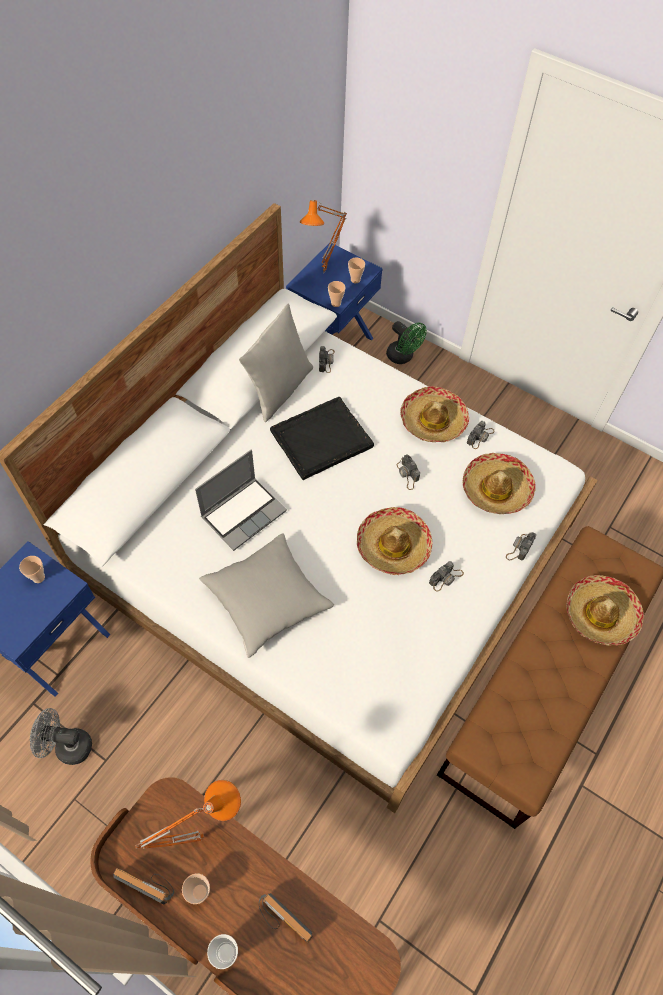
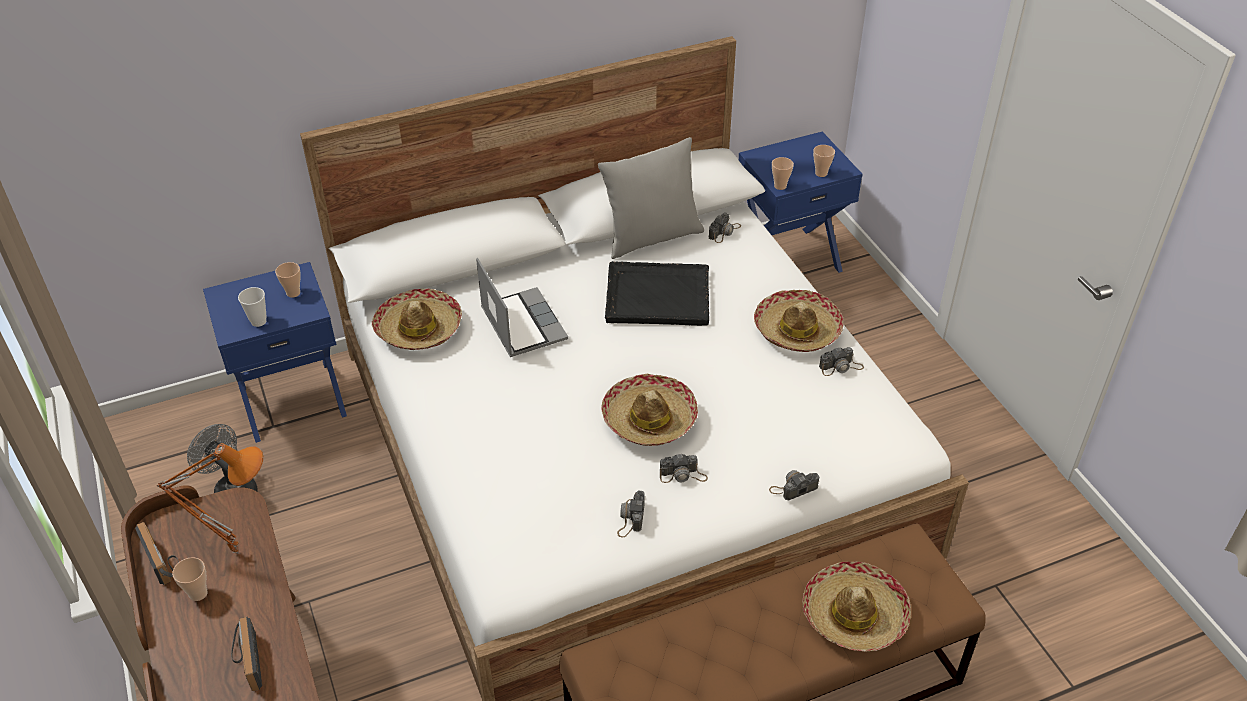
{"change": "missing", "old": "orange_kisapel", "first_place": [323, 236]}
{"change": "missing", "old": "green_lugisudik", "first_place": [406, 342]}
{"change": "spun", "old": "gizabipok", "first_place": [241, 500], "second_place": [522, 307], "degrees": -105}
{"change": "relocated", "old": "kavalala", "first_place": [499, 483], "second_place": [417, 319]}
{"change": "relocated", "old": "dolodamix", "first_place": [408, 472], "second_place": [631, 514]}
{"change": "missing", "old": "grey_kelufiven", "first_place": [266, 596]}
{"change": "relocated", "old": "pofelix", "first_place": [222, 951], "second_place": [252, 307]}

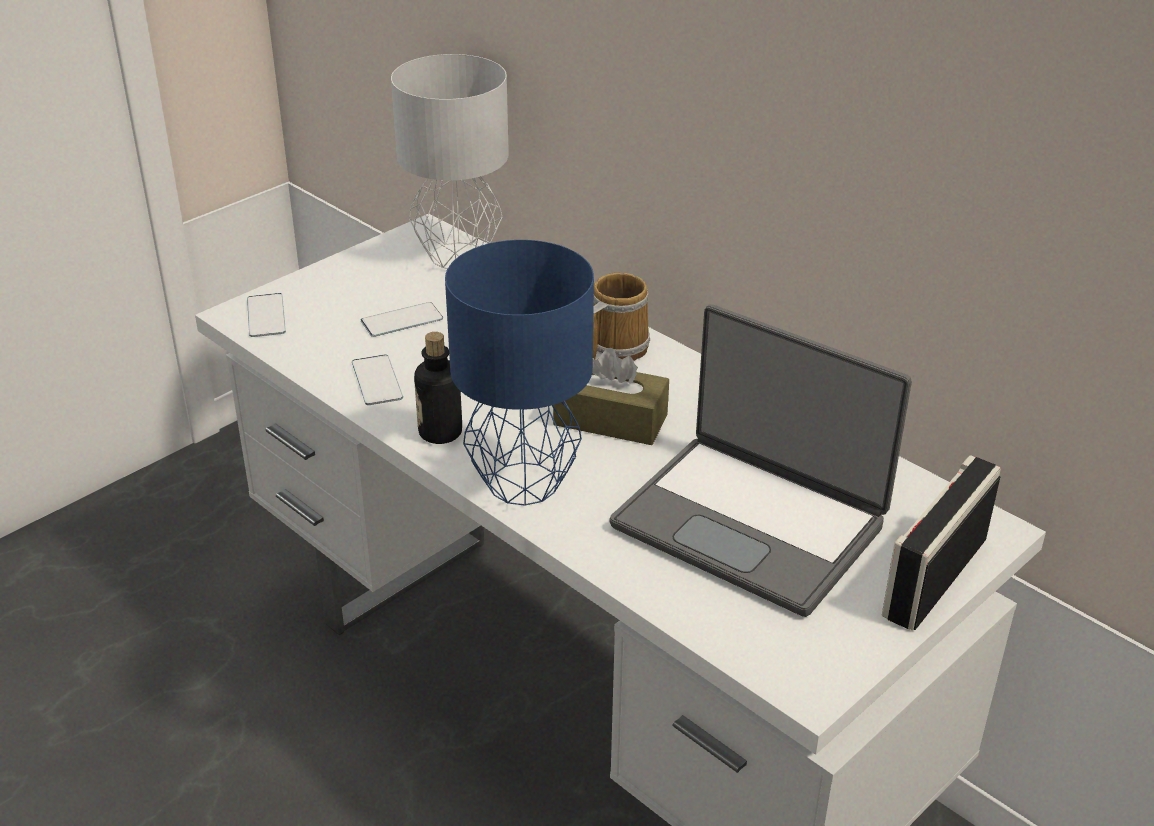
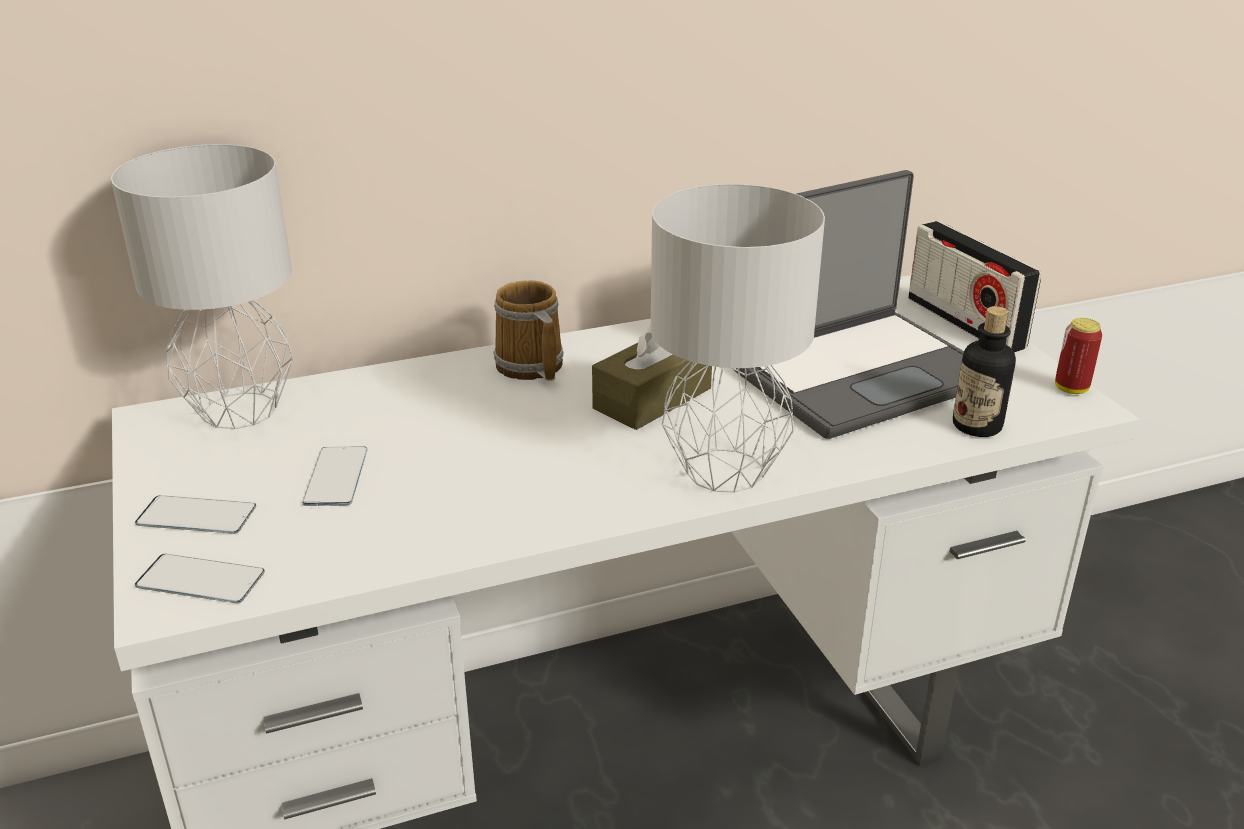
{"change": "colour", "old": "blue_kisapel", "new": "grey_kisapel", "first_place": [519, 373], "second_place": [738, 338]}
{"change": "relocated", "old": "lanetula", "first_place": [438, 388], "second_place": [984, 371]}
{"change": "relocated", "old": "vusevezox", "first_place": [377, 380], "second_place": [195, 514]}
{"change": "appeared", "new": "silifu", "second_place": [1078, 356]}

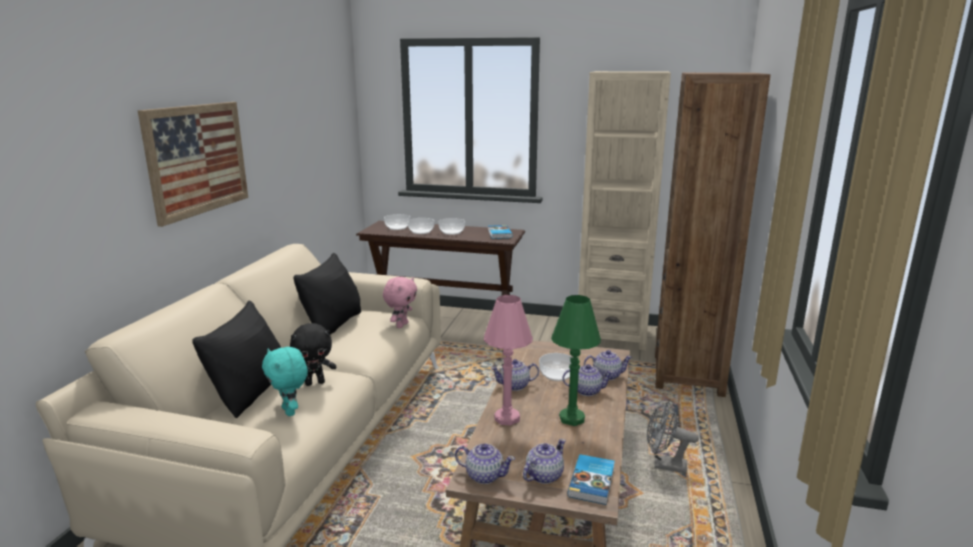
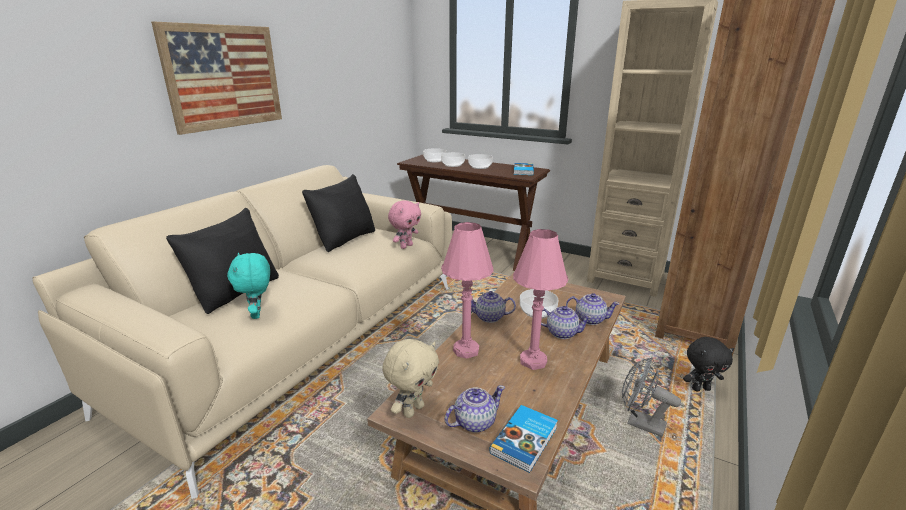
{"change": "colour", "old": "green_kisapel", "new": "pink_kisapel", "first_place": [576, 360], "second_place": [541, 299]}
{"change": "relocated", "old": "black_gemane", "first_place": [313, 354], "second_place": [708, 364]}
{"change": "exchanged", "old": "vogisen", "new": "beige_gemane", "first_place": [485, 463], "second_place": [410, 378]}

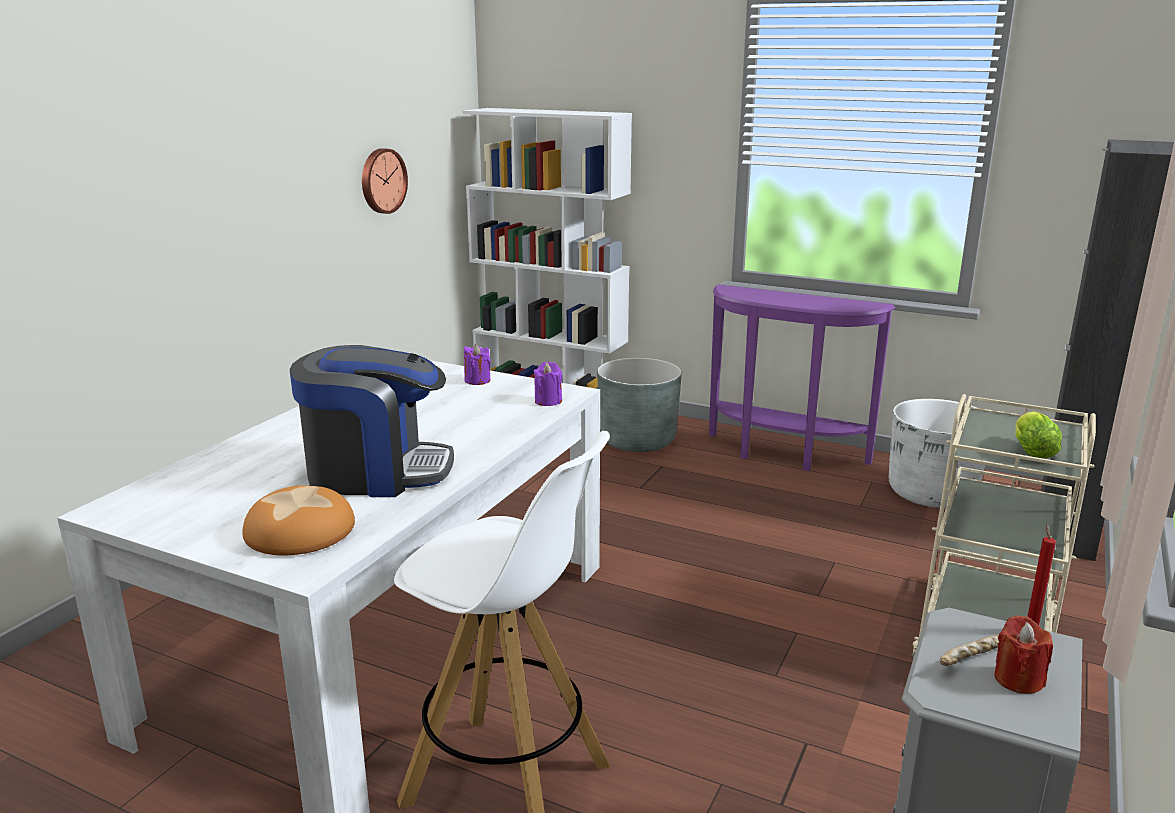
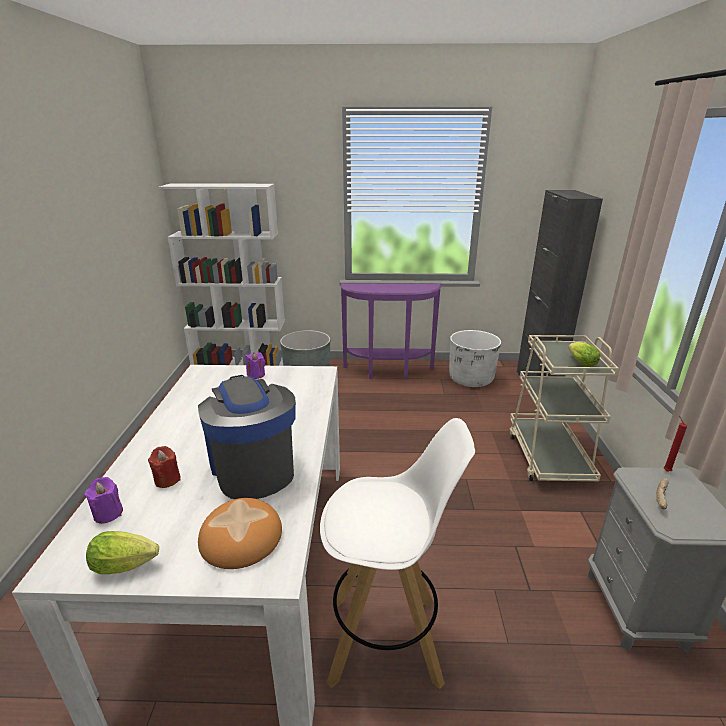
{"change": "missing", "old": "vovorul", "first_place": [385, 181]}
{"change": "spun", "old": "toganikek", "first_place": [371, 421], "second_place": [247, 437], "degrees": -90}
{"change": "relocated", "old": "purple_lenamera", "first_place": [548, 384], "second_place": [104, 500]}
{"change": "relocated", "old": "red_lenamera", "first_place": [1023, 654], "second_place": [164, 467]}
{"change": "appeared", "new": "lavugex", "second_place": [122, 552]}

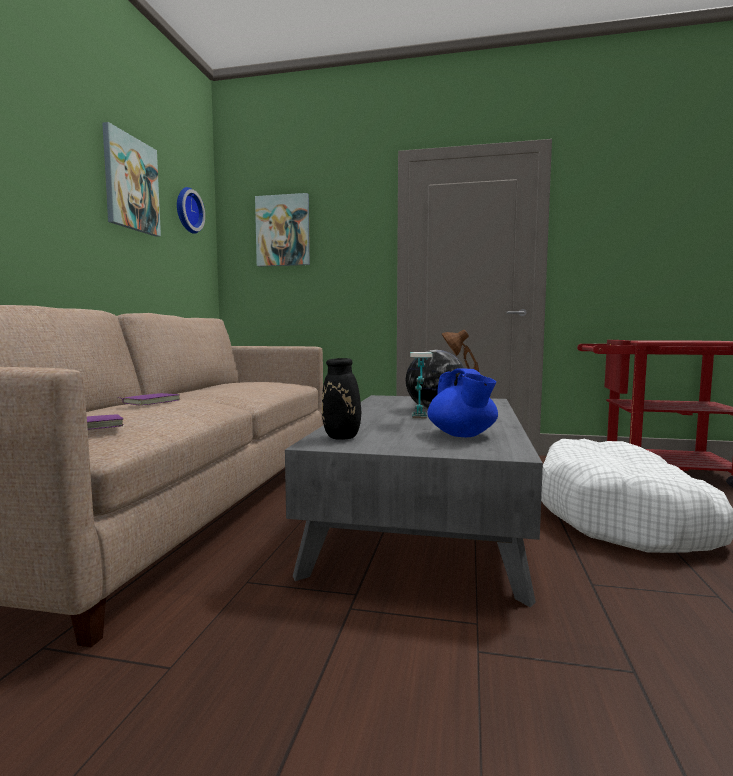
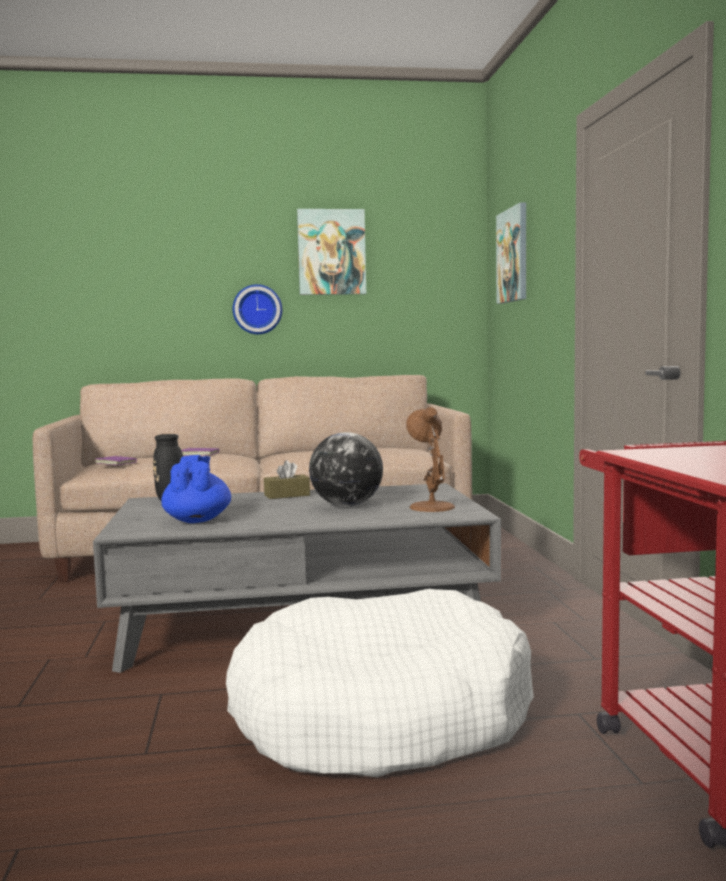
{"change": "relocated", "old": "vovorul", "first_place": [191, 210], "second_place": [257, 309]}
{"change": "missing", "old": "kisapel", "first_place": [421, 385]}
{"change": "spun", "old": "blue_vogisen", "first_place": [462, 403], "second_place": [196, 489], "degrees": 120}
{"change": "appeared", "new": "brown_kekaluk", "second_place": [287, 479]}

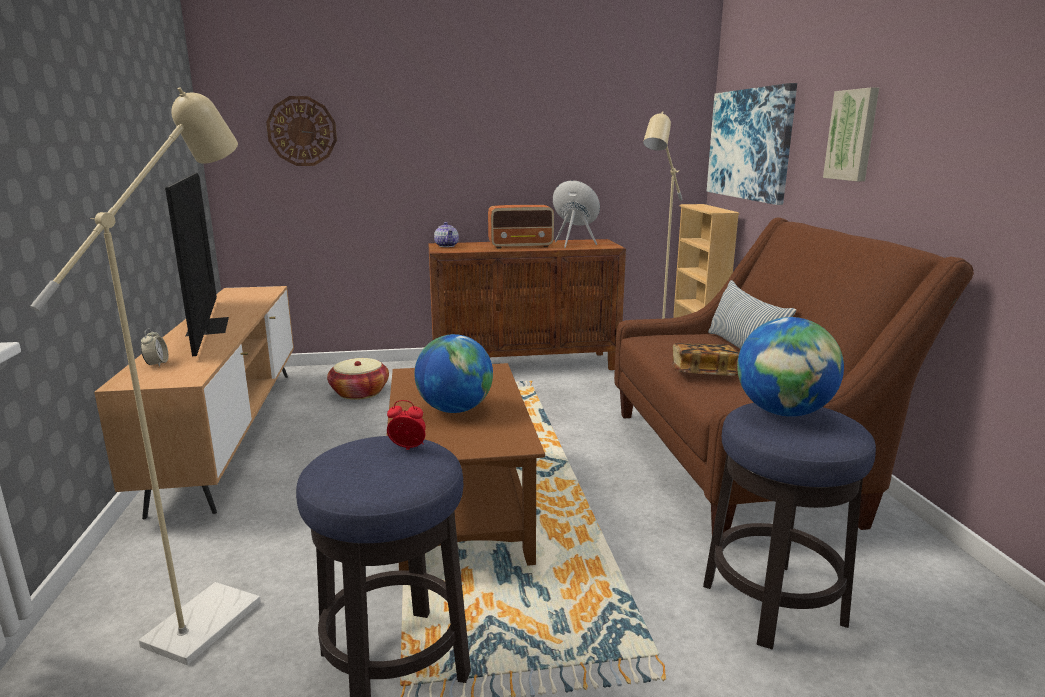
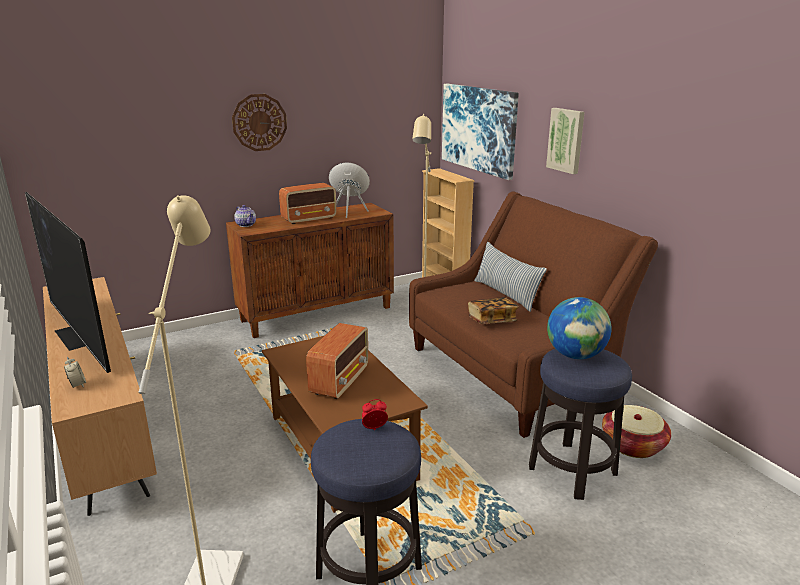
{"change": "relocated", "old": "vovorul", "first_place": [301, 131], "second_place": [259, 122]}
{"change": "exchanged", "old": "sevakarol", "new": "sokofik", "first_place": [453, 373], "second_place": [337, 361]}
{"change": "relocated", "old": "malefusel", "first_place": [358, 379], "second_place": [636, 431]}

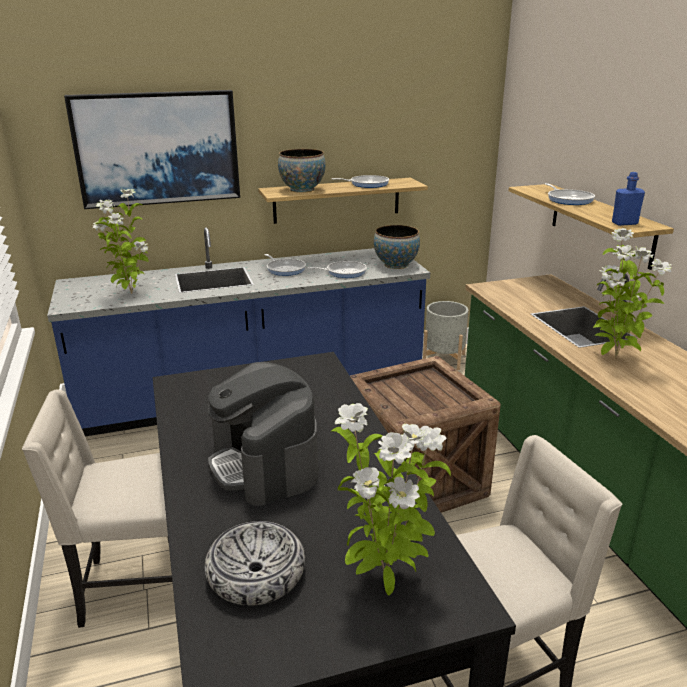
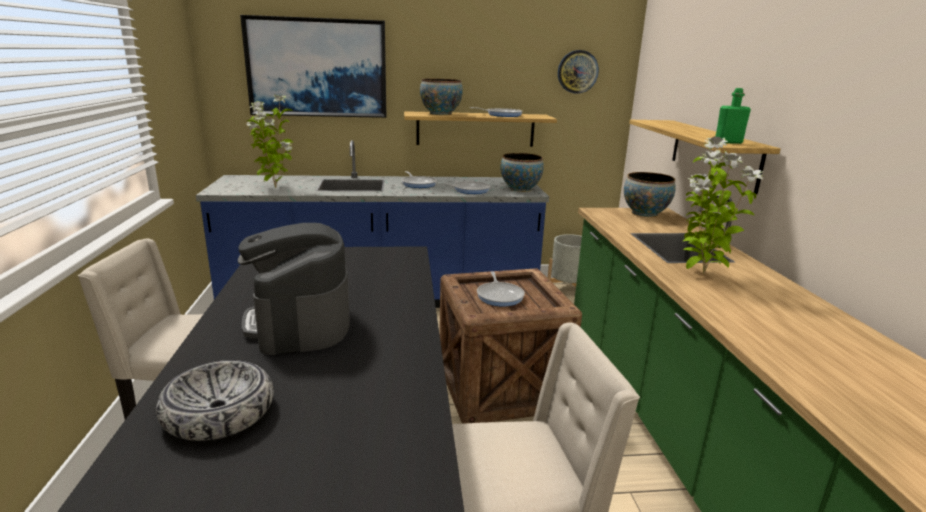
{"change": "colour", "old": "blue_lanetula", "new": "green_lanetula", "first_place": [628, 199], "second_place": [733, 116]}
{"change": "relocated", "old": "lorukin", "first_place": [570, 194], "second_place": [501, 289]}
{"change": "missing", "old": "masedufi", "first_place": [391, 499]}
{"change": "appeared", "new": "vovorul", "second_place": [578, 72]}
{"change": "appeared", "new": "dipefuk", "second_place": [650, 194]}

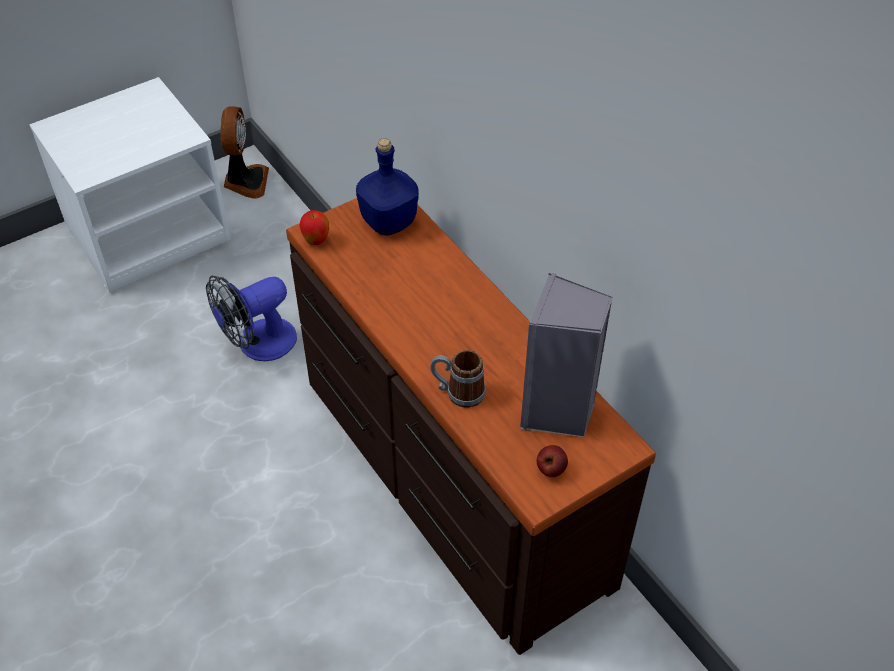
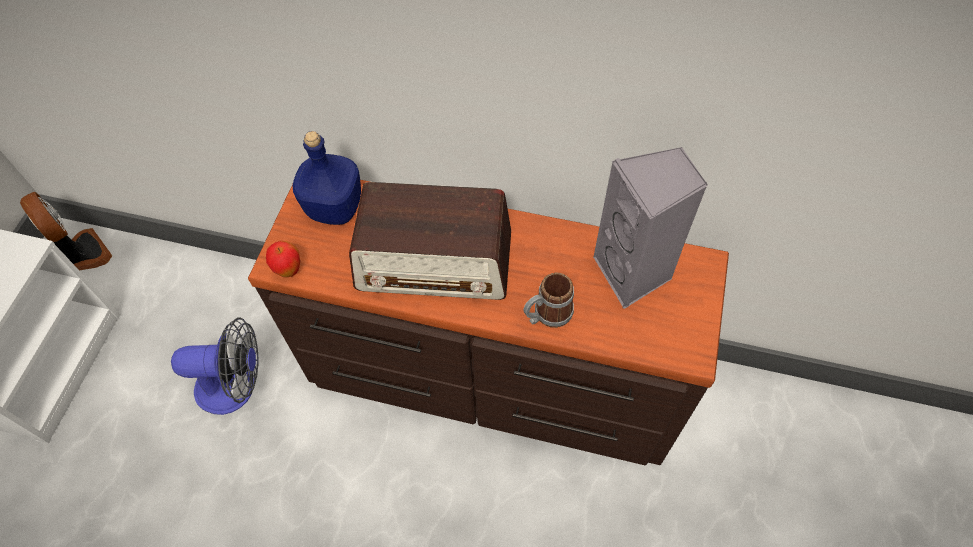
{"change": "spun", "old": "lugisudik", "first_place": [251, 318], "second_place": [215, 366], "degrees": -105}
{"change": "missing", "old": "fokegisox", "first_place": [552, 461]}
{"change": "appeared", "new": "sokofik", "second_place": [430, 241]}

